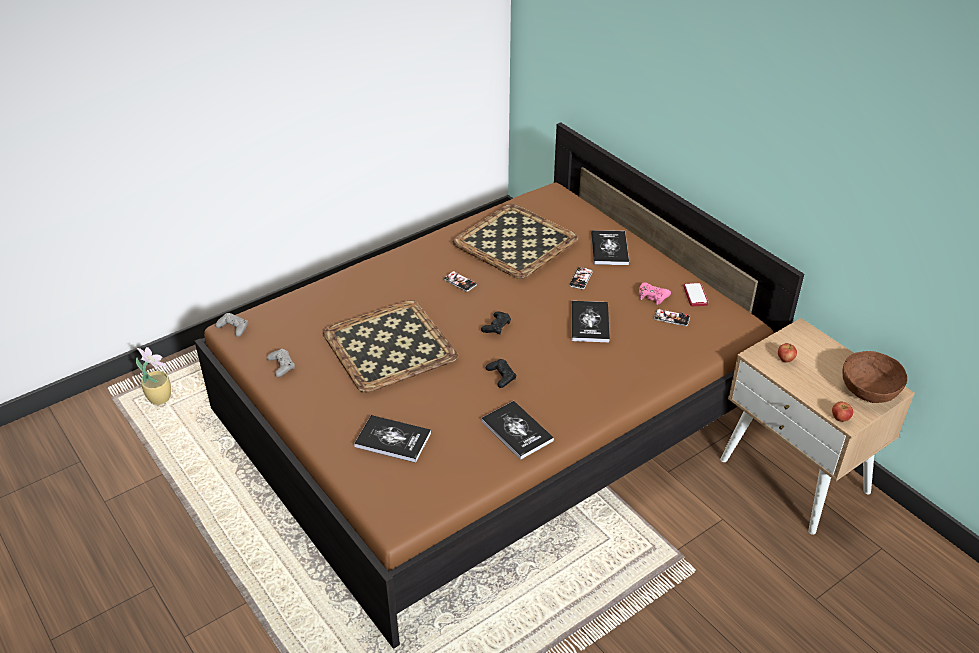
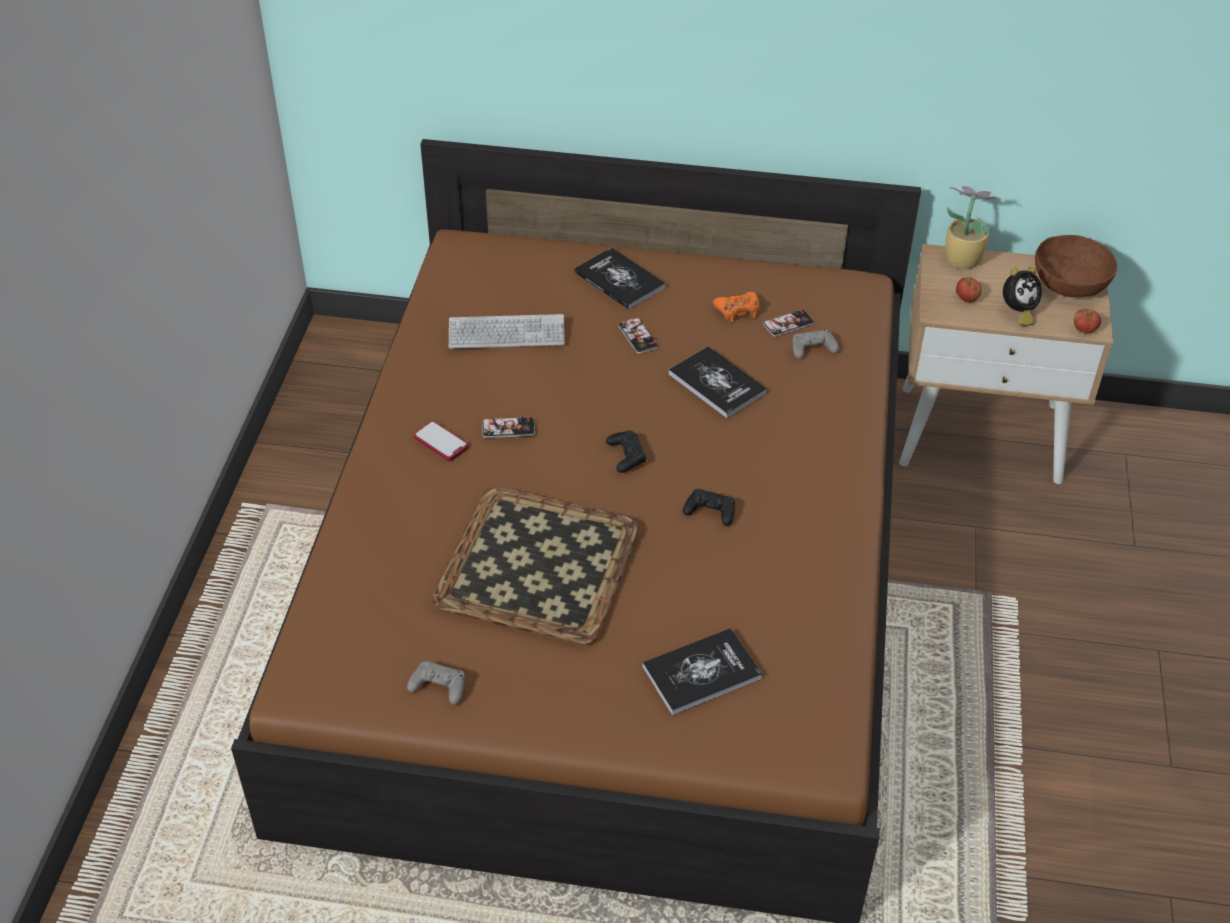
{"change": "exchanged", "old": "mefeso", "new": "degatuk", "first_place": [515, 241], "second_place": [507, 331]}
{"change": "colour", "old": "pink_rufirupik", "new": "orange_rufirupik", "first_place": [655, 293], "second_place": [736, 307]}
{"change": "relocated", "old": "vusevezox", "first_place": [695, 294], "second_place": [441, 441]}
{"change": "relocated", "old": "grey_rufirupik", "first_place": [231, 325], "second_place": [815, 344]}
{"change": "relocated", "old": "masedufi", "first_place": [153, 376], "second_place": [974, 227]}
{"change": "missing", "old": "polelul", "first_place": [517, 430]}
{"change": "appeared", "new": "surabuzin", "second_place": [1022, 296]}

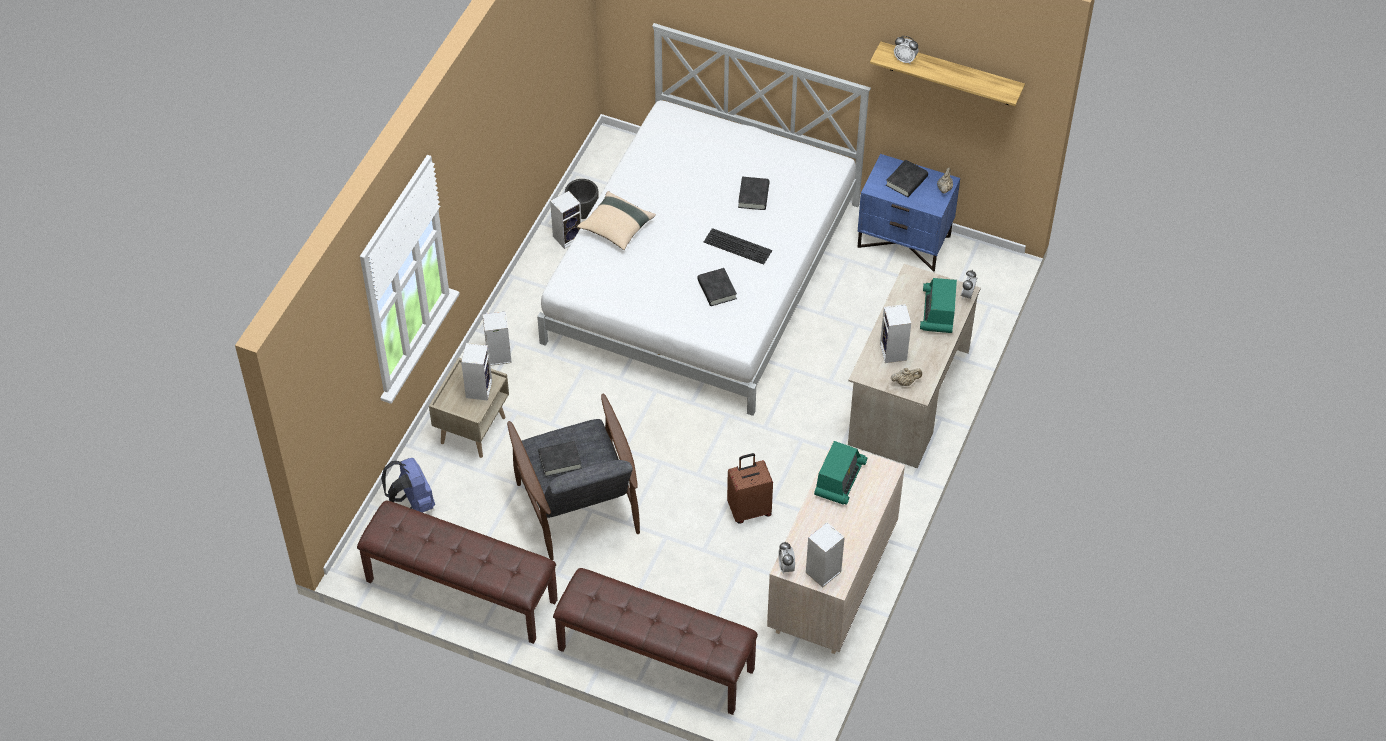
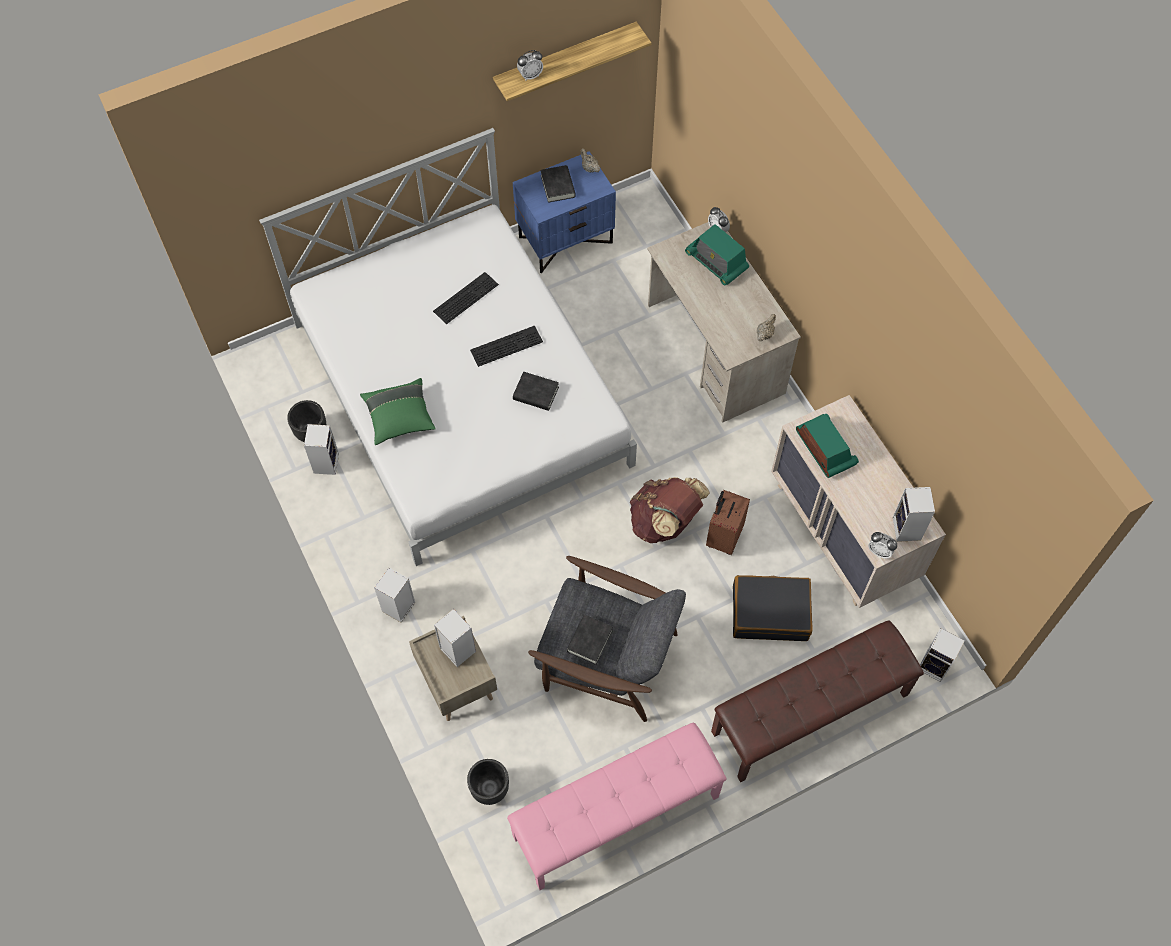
{"change": "exchanged", "old": "black_polelul", "new": "degatuk", "first_place": [753, 193], "second_place": [466, 298]}
{"change": "colour", "old": "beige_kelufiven", "new": "green_kelufiven", "first_place": [616, 220], "second_place": [398, 411]}
{"change": "relocated", "old": "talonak", "first_place": [895, 333], "second_place": [942, 655]}
{"change": "exchanged", "old": "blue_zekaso", "new": "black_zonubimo", "first_place": [408, 485], "second_place": [488, 782]}
{"change": "colour", "old": "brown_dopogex", "new": "pink_dopogex", "first_place": [457, 572], "second_place": [616, 806]}
{"change": "appeared", "new": "brown_zekaso", "second_place": [670, 510]}
{"change": "appeared", "new": "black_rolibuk", "second_place": [772, 608]}

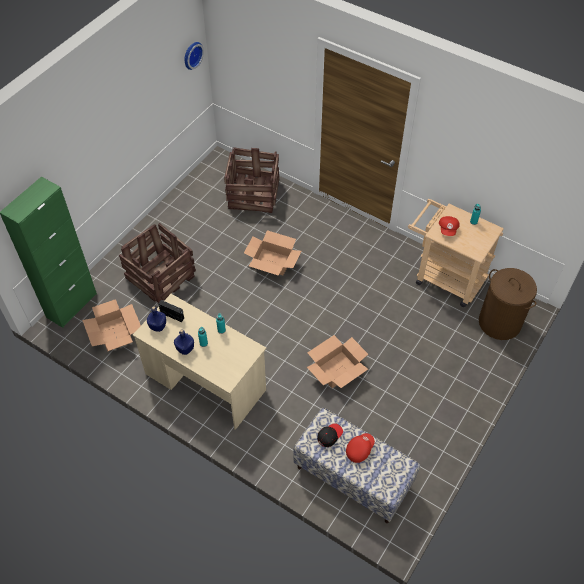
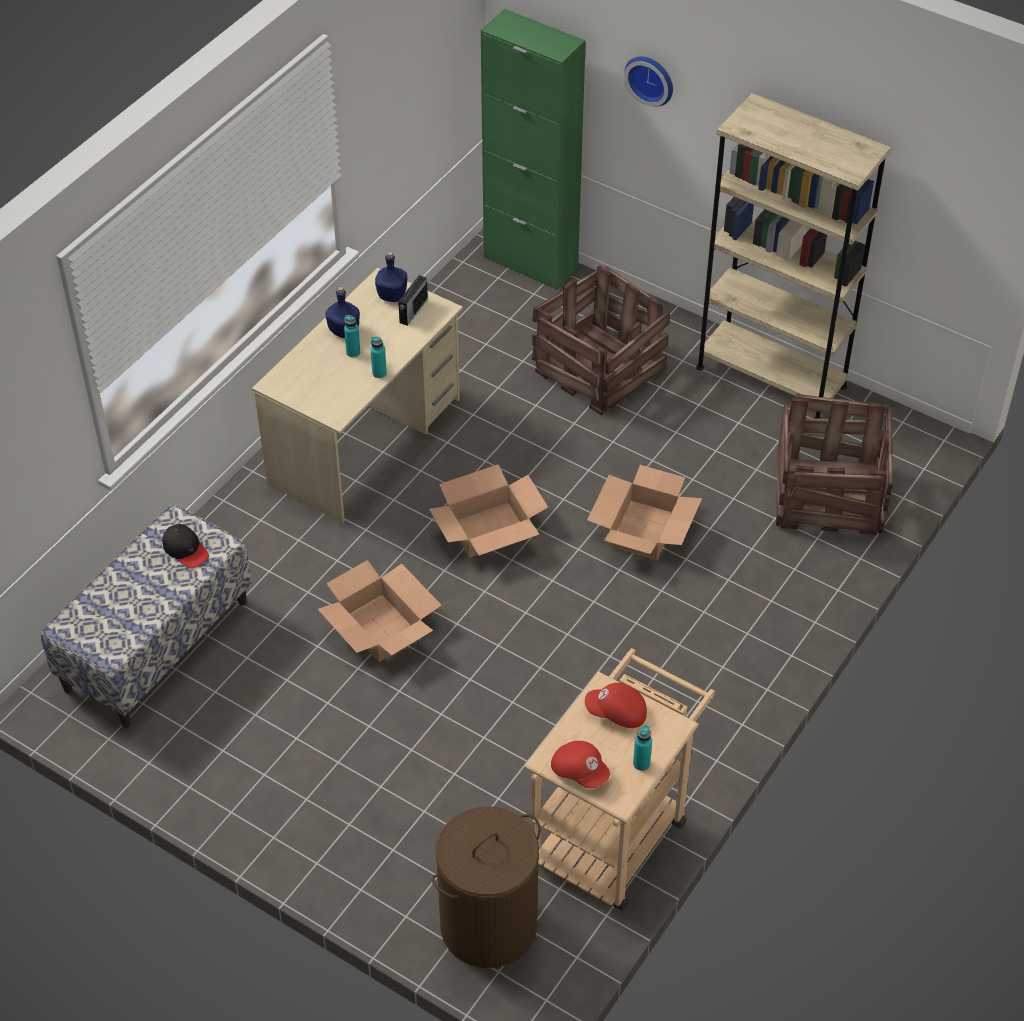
{"change": "relocated", "old": "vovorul", "first_place": [194, 56], "second_place": [648, 81]}
{"change": "relocated", "old": "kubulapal", "first_place": [111, 325], "second_place": [488, 510]}
{"change": "relocated", "old": "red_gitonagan", "first_place": [360, 448], "second_place": [580, 764]}
{"change": "appeared", "new": "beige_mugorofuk", "second_place": [793, 256]}

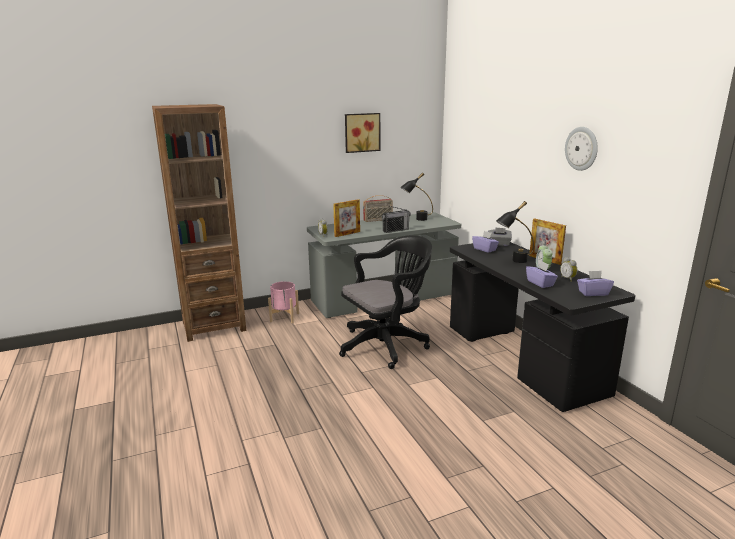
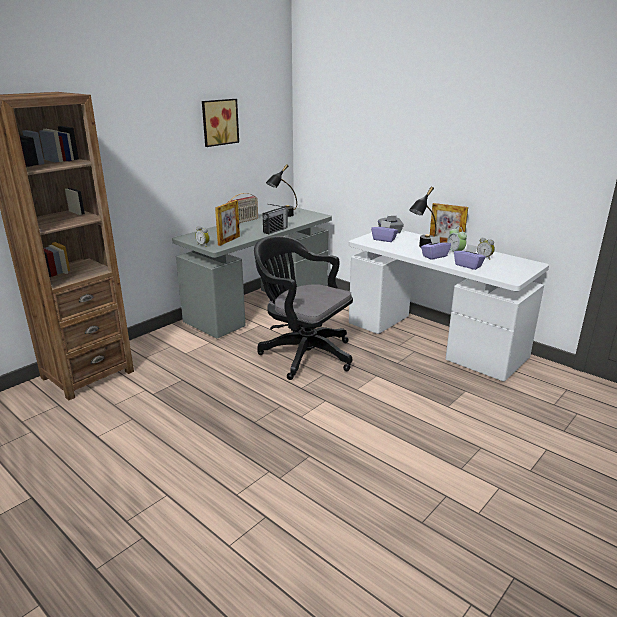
{"change": "missing", "old": "vovorul", "first_place": [581, 149]}
{"change": "spun", "old": "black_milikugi", "first_place": [385, 302], "second_place": [303, 308], "degrees": -90}
{"change": "colour", "old": "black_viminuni", "new": "white_viminuni", "first_place": [543, 327], "second_place": [449, 305]}
{"change": "relocated", "old": "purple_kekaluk", "first_place": [595, 283], "second_place": [436, 247]}
{"change": "missing", "old": "pink_zonubimo", "first_place": [283, 302]}

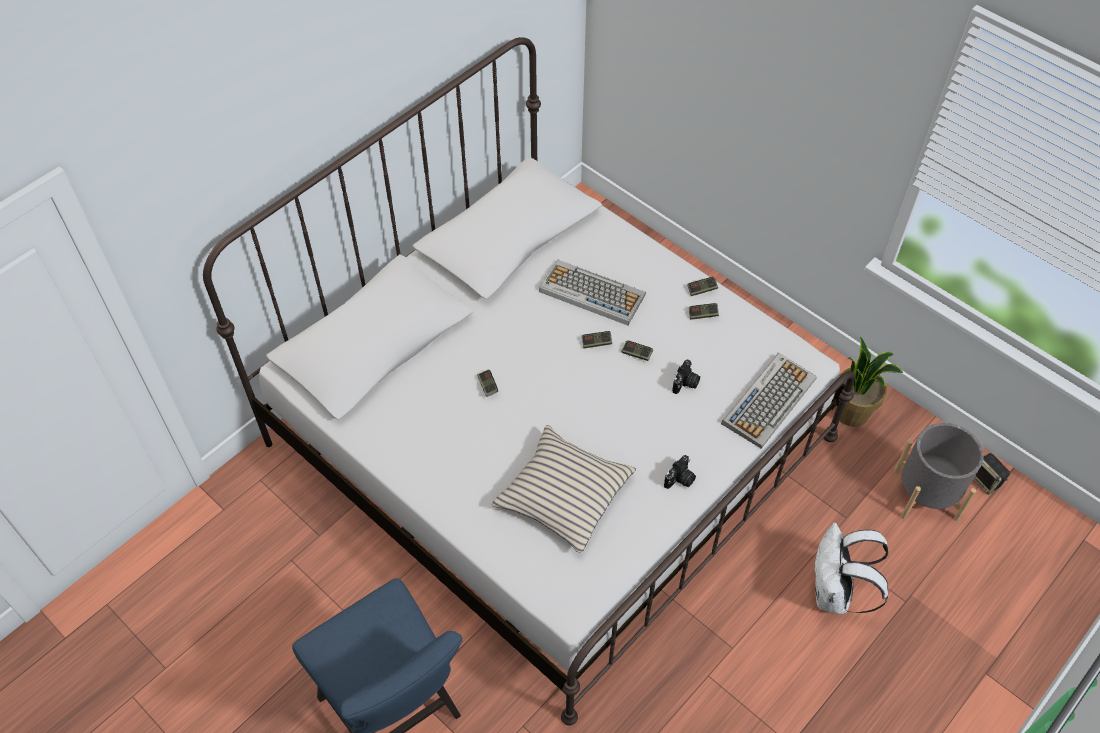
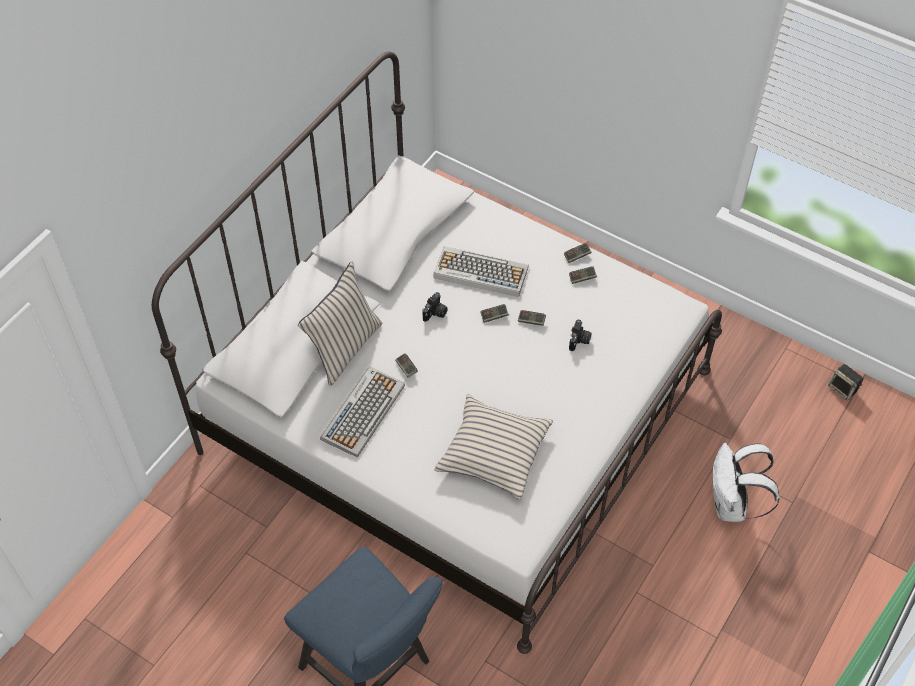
{"change": "missing", "old": "masedufi", "first_place": [869, 381]}
{"change": "relocated", "old": "degatuk", "first_place": [769, 401], "second_place": [362, 411]}
{"change": "missing", "old": "grey_zonubimo", "first_place": [938, 472]}
{"change": "relocated", "old": "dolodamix", "first_place": [680, 472], "second_place": [435, 307]}
{"change": "appeared", "new": "beige_kelufiven", "second_place": [340, 323]}

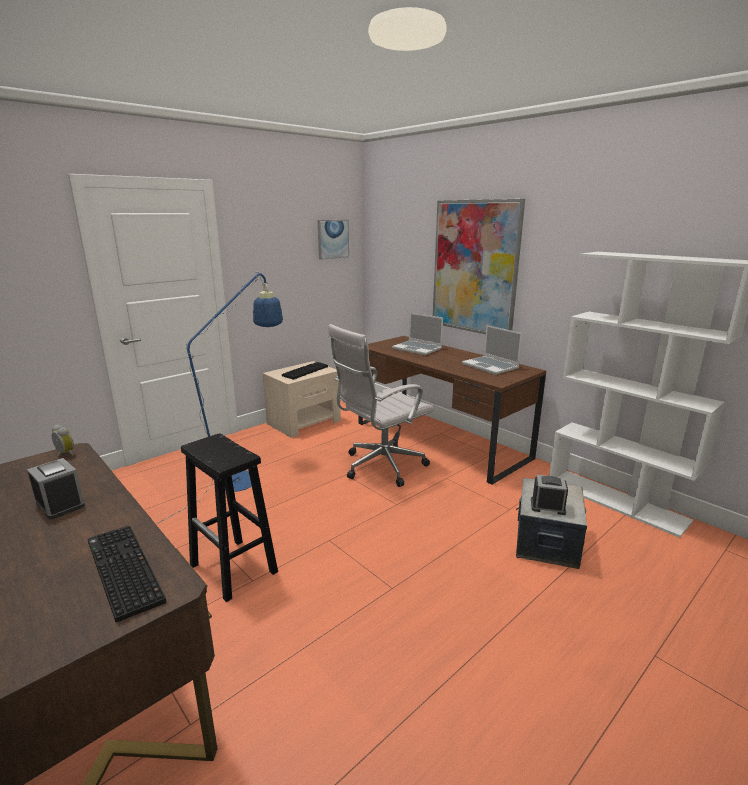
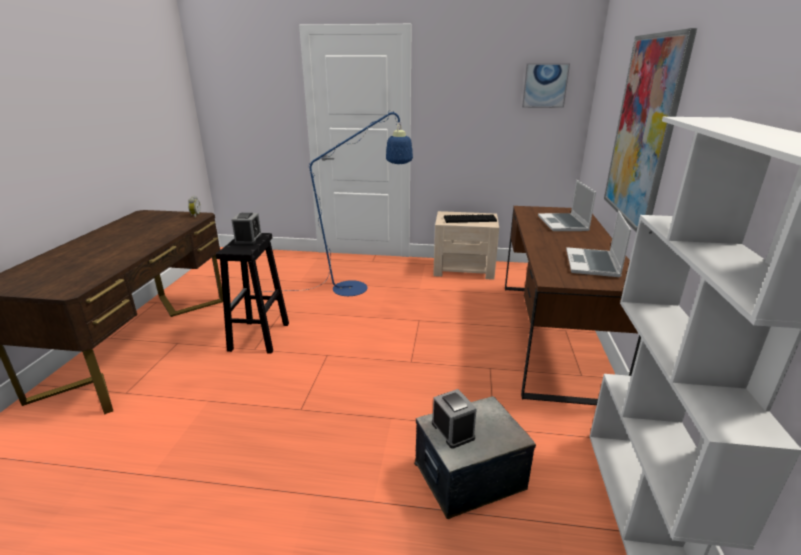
{"change": "missing", "old": "white_milikugi", "first_place": [381, 405]}
{"change": "relocated", "old": "surabuzin", "first_place": [56, 489], "second_place": [246, 228]}
{"change": "missing", "old": "degatuk", "first_place": [127, 574]}

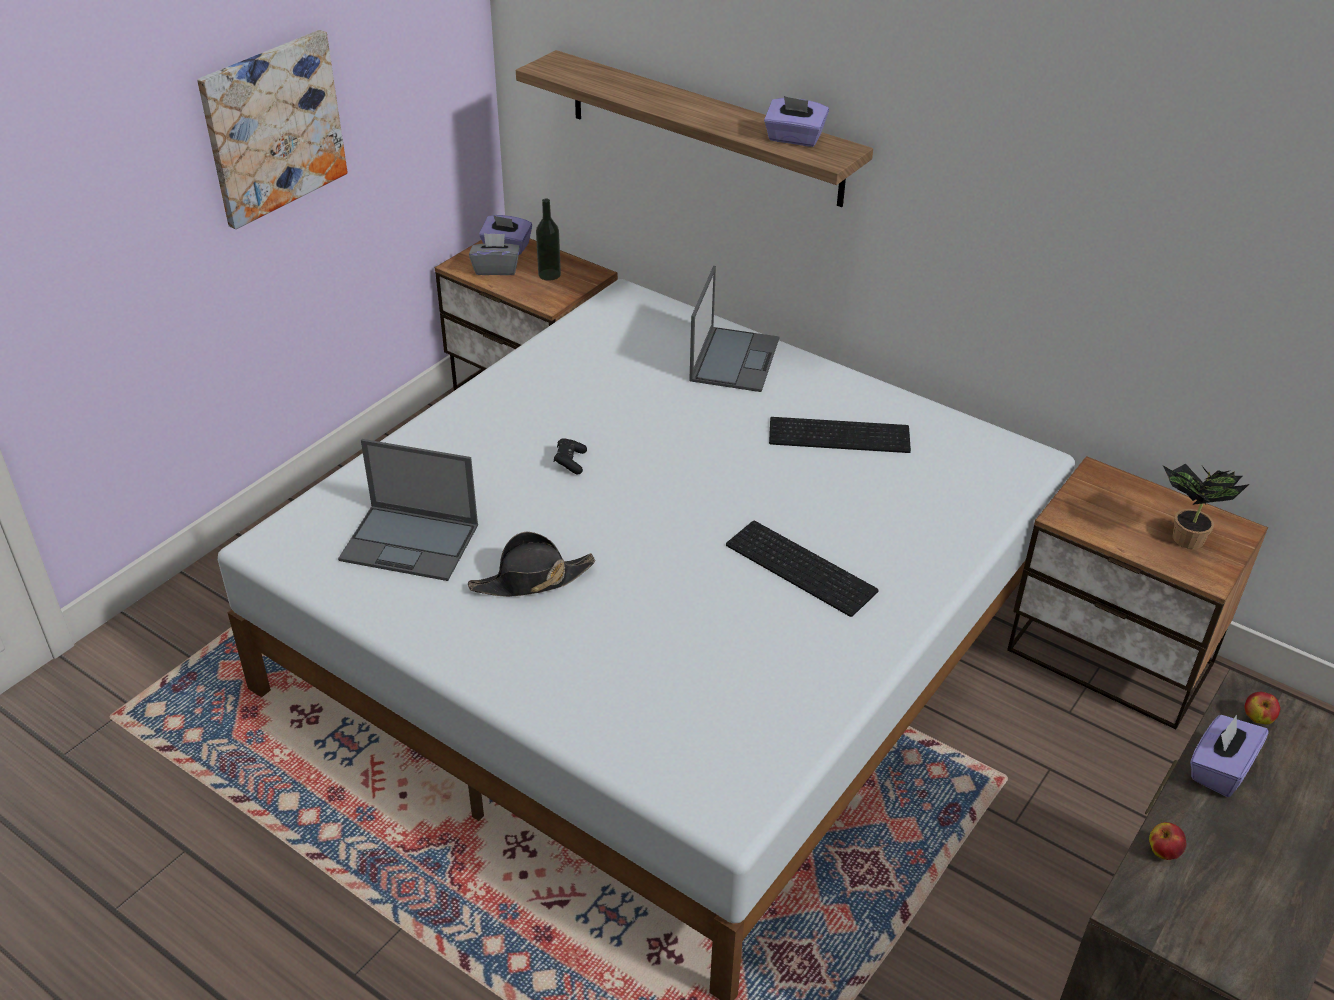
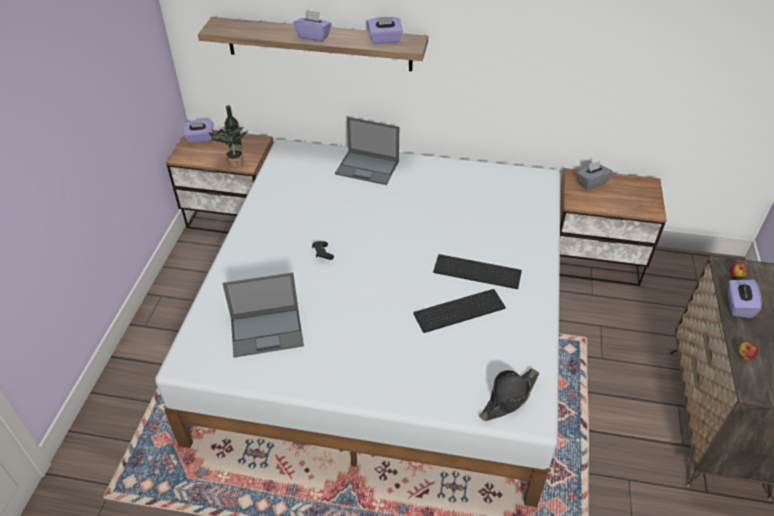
{"change": "missing", "old": "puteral", "first_place": [272, 129]}
{"change": "relocated", "old": "grey_kekaluk", "first_place": [494, 254], "second_place": [594, 175]}
{"change": "spun", "old": "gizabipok", "first_place": [734, 329], "second_place": [367, 151], "degrees": 120}
{"change": "relocated", "old": "degatuk", "first_place": [840, 435], "second_place": [459, 311]}
{"change": "relocated", "old": "masedufi", "first_place": [1206, 506], "second_place": [228, 147]}
{"change": "relocated", "old": "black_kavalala", "first_place": [531, 564], "second_place": [509, 394]}
{"change": "appeared", "new": "purple_kekaluk", "second_place": [313, 26]}

